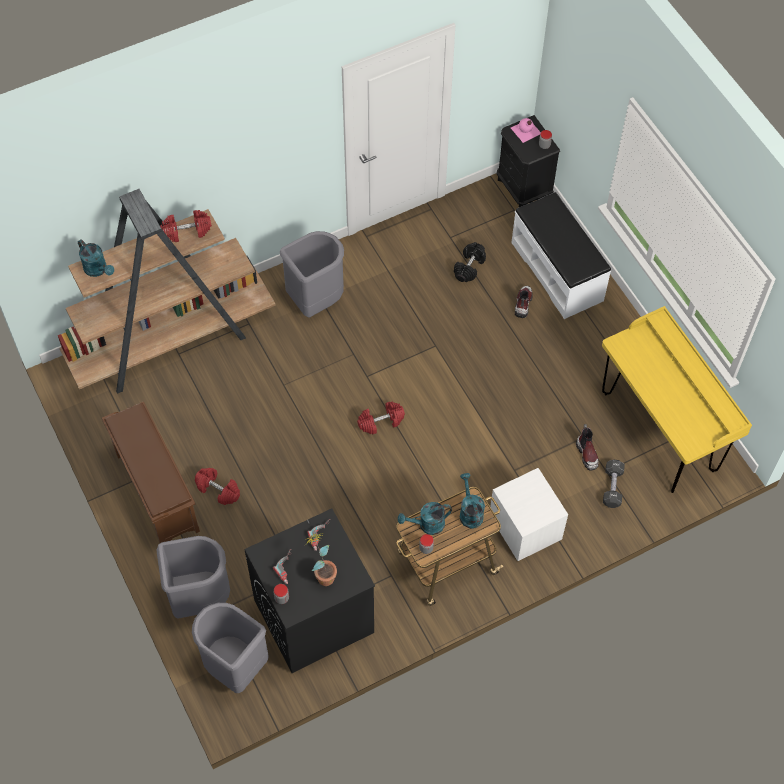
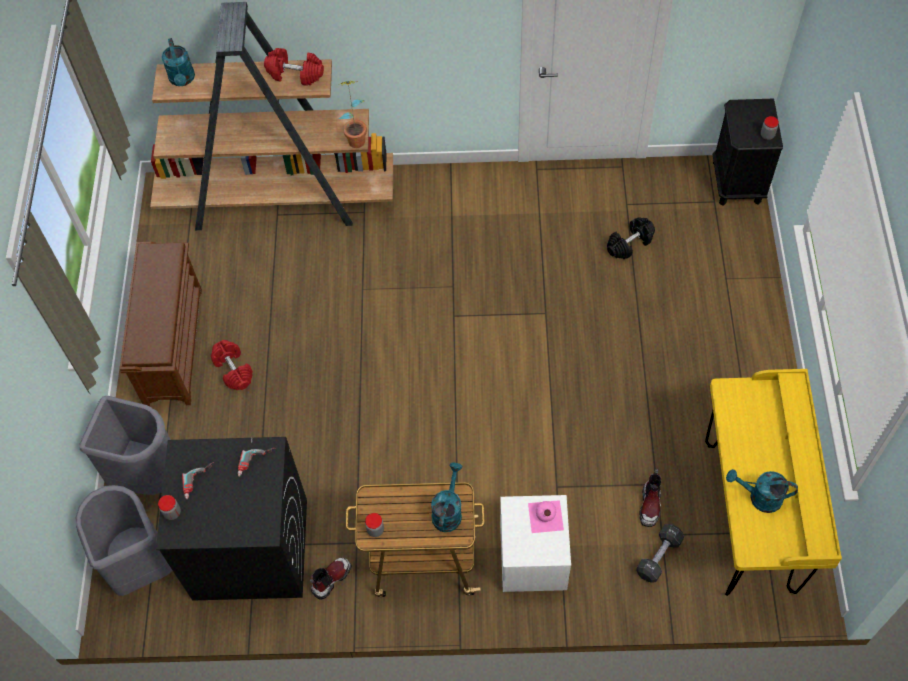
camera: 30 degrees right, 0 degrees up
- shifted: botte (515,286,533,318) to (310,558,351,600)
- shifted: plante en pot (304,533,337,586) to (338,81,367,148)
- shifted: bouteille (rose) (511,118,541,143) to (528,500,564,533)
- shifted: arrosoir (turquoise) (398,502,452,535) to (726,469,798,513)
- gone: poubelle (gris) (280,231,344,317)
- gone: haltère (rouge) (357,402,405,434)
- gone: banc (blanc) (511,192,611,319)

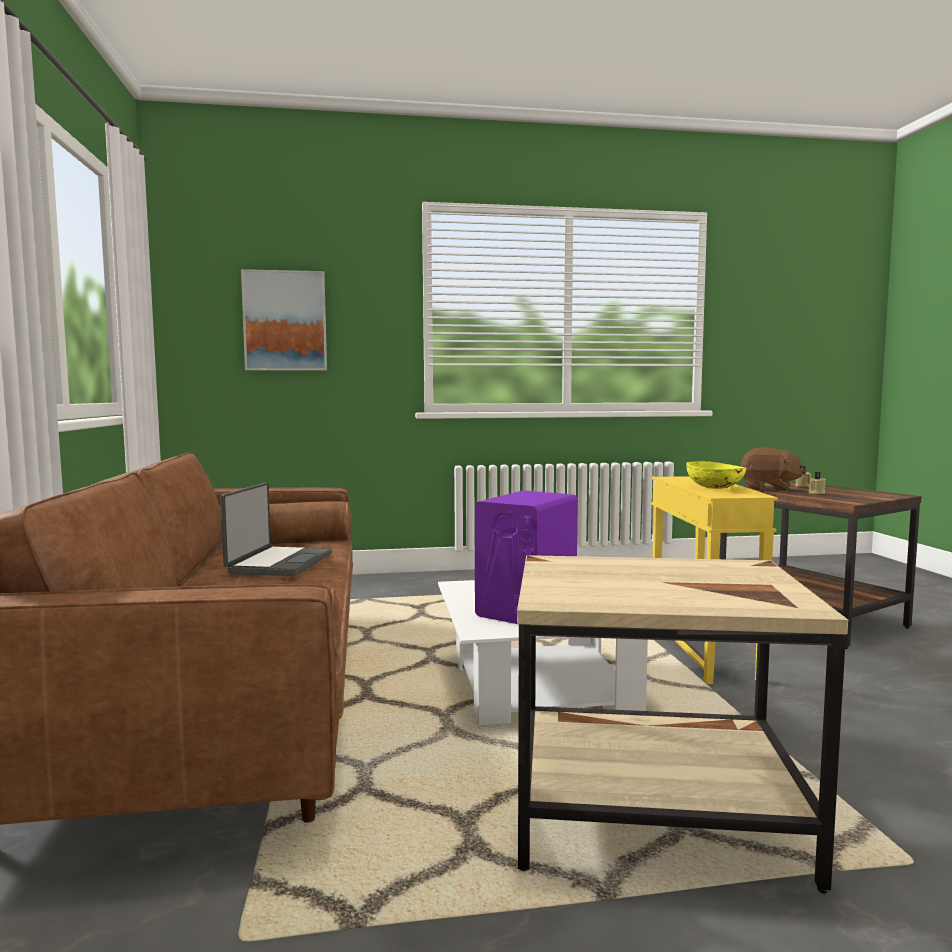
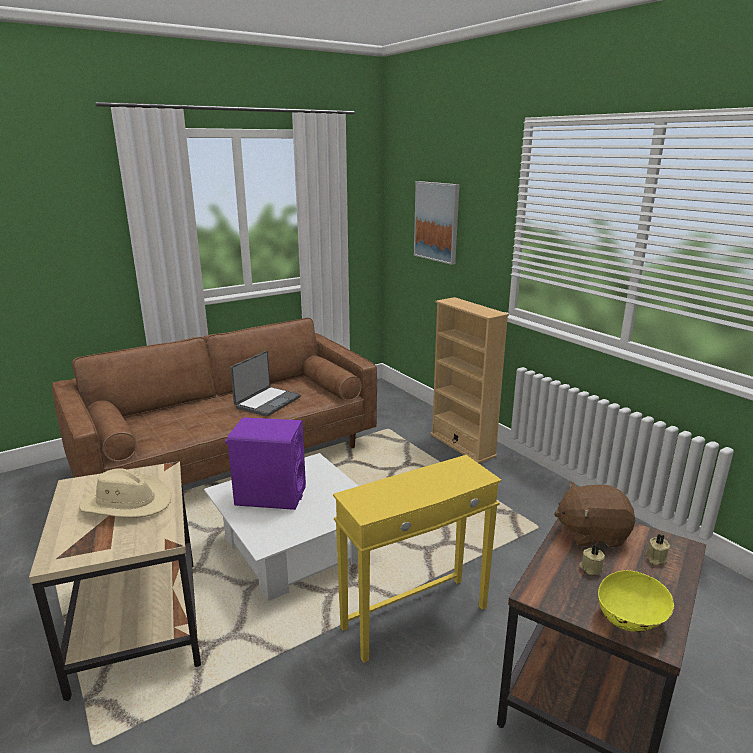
camera: 65 degrees right, 15 degrees up
- new: chapeau (beige) (79,468,172,518)
- rotated: ordinateur portable (220,483,332,576) = (230,351,301,417) 45 degrees counterclockwise
- new: bibliothèque (beige) (430,297,509,463)
- rotated: peluche (marron) (740,448,806,492) = (554,481,635,548) 90 degrees clockwise
- shifted: bol (jaune) (686,461,747,489) to (598,570,675,632)

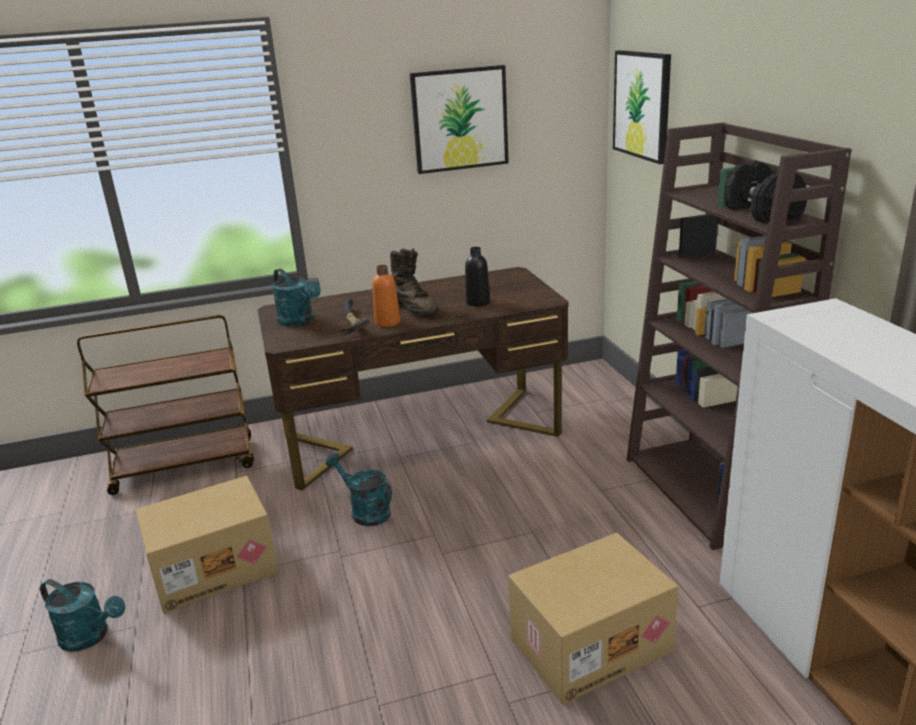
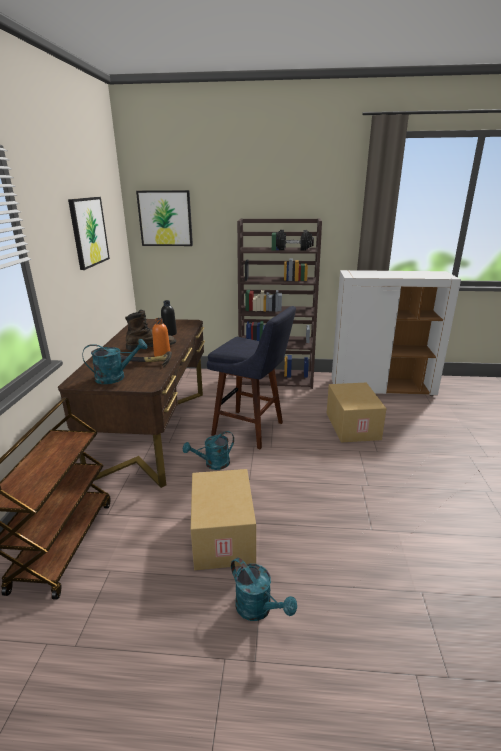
camera: 70 degrees left, 0 degrees up
- new: tabouret (bleu) (207,306,296,449)
- rotated: arrosoir (turquoise) (40,579,125,652) = (231,557,297,621) 90 degrees clockwise

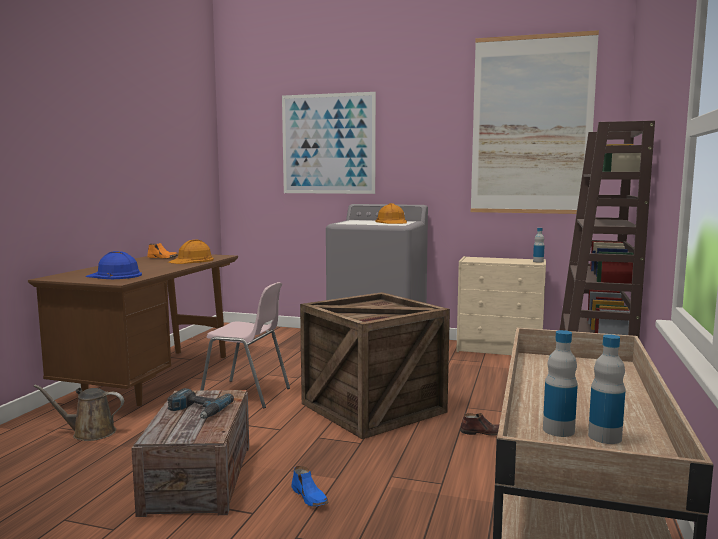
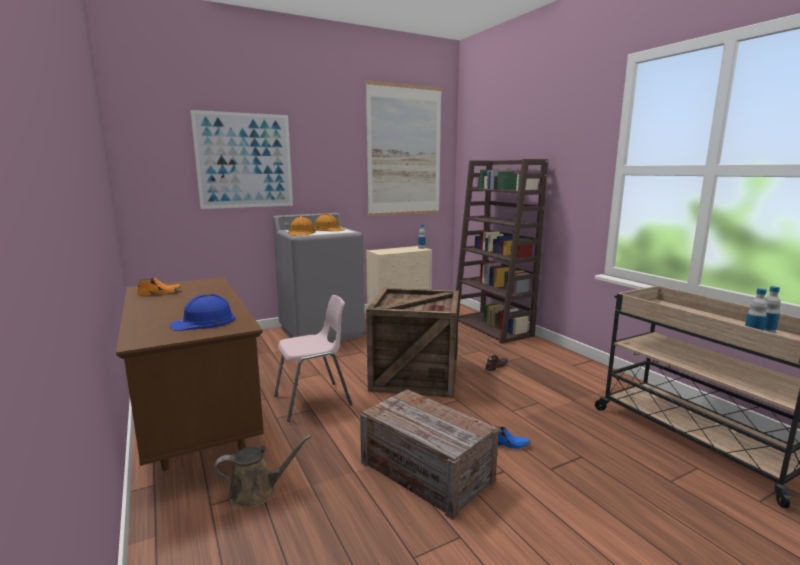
camera: 45 degrees left, 5 degrees up
- rotated: arrosoir (marron) (33,385,124,441) = (214,435,311,508) 150 degrees counterclockwise
- shifted: casque de chantier (orange) (168,239,214,264) to (288,216,316,235)
- gone: perceuse (167,388,234,419)

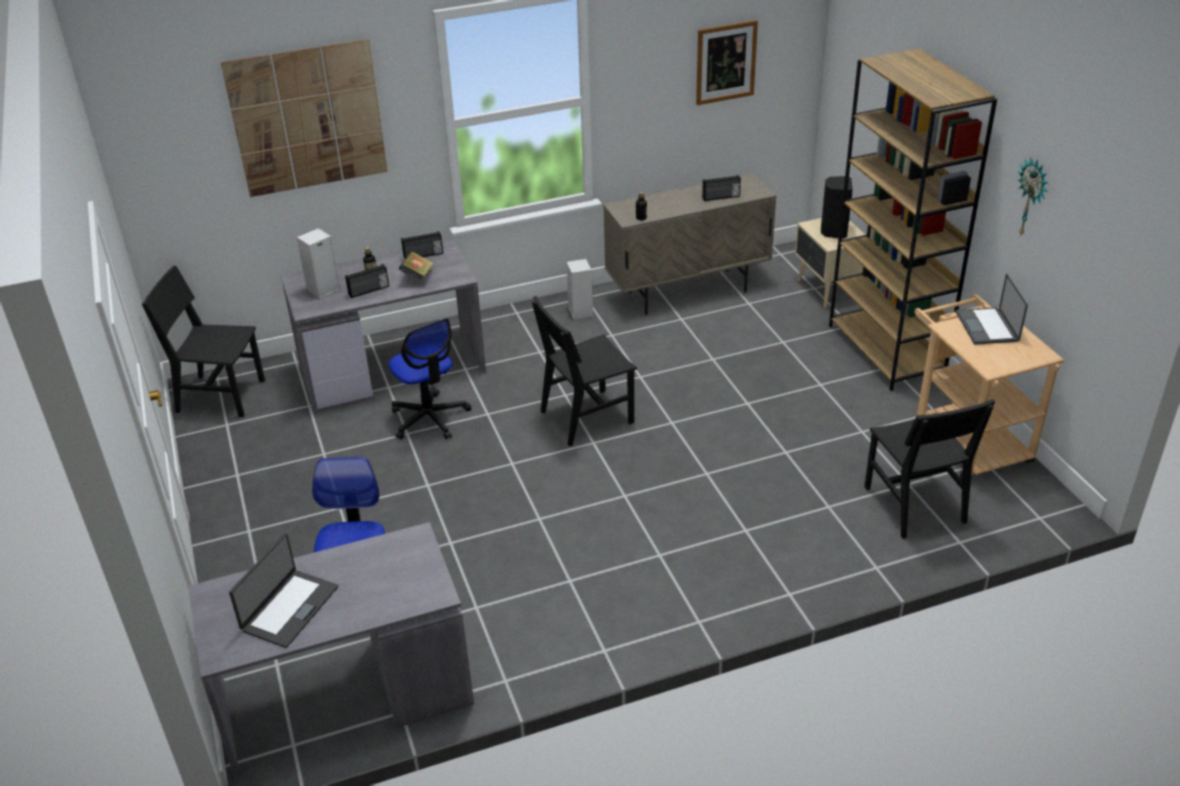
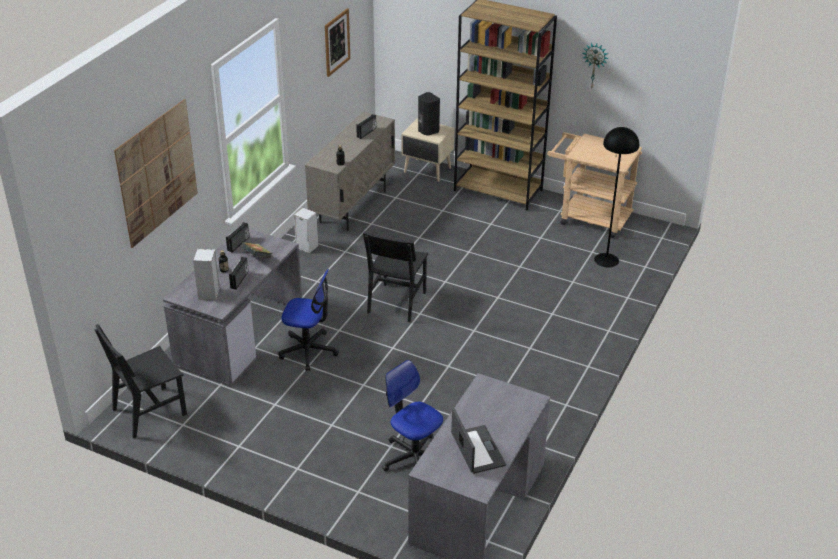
camera: 45 degrees left, 0 degrees up
- swapped: chaise (noir) (864,399,995,539) to lampadaire (noir) (594,127,639,268)
- gone: ordinateur portable (956,273,1028,345)

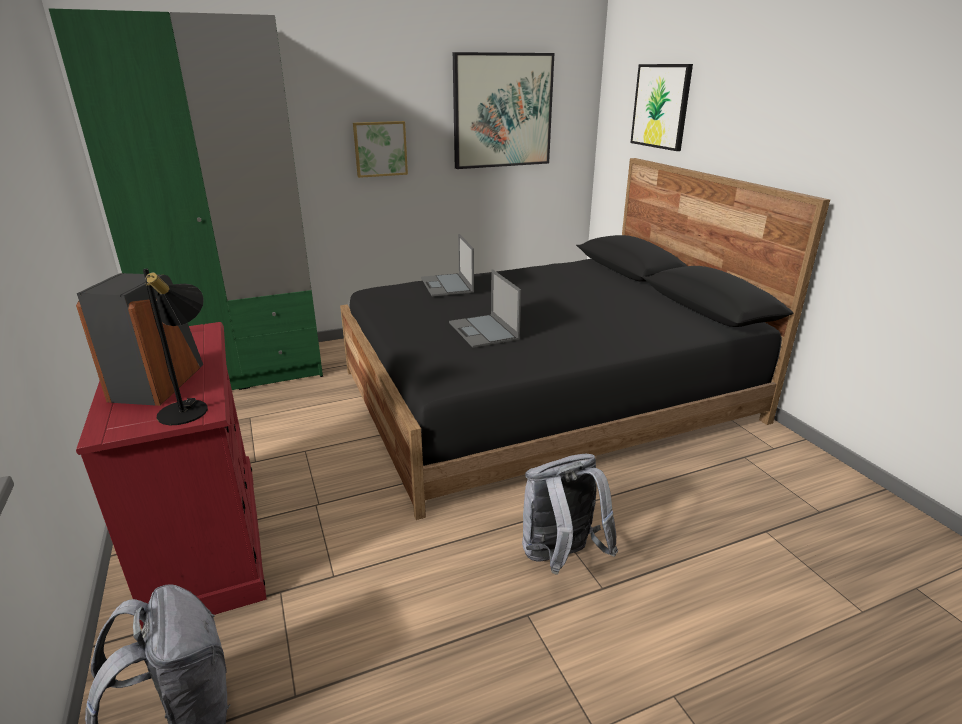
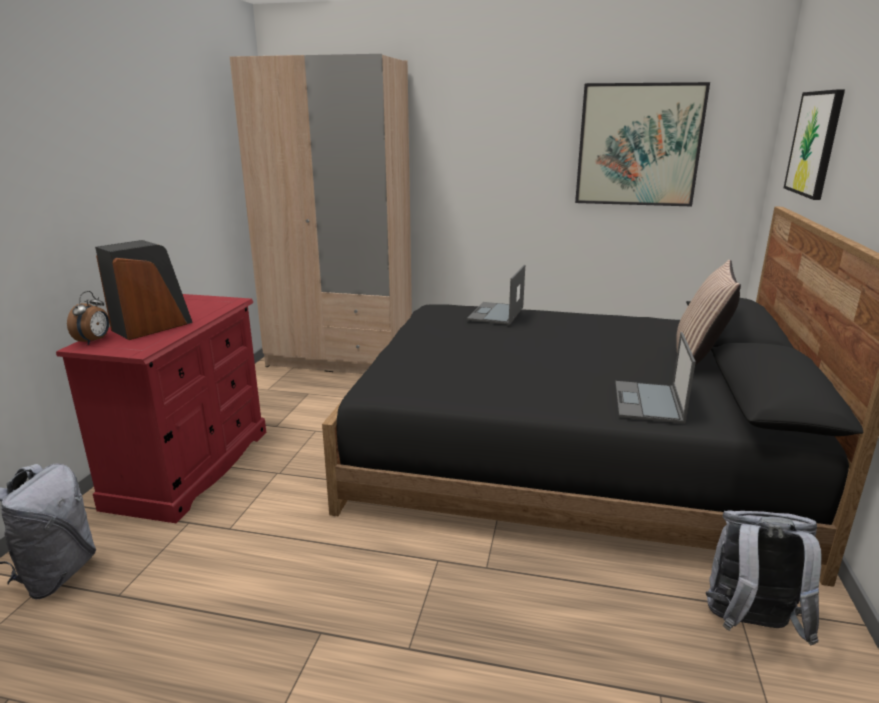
camera: 35 degrees right, 5 degrees down
- new: réveil (67,291,109,345)
- repainted: armoire (vert) (49,8,323,390) to armoire (beige) (230,54,412,374)
- shifted: ordinateur portable (449,270,521,348) to (615,332,696,423)
- new: coussin (677,260,741,365)
- shifted: sac à dos (gris) (522,454,618,575) to (706,510,821,645)
- gone: lampe de table (noir) (143,269,208,425)
- gone: tableau (353,121,408,178)

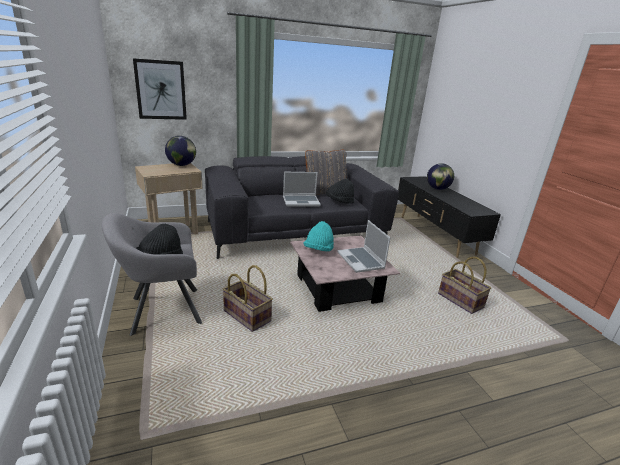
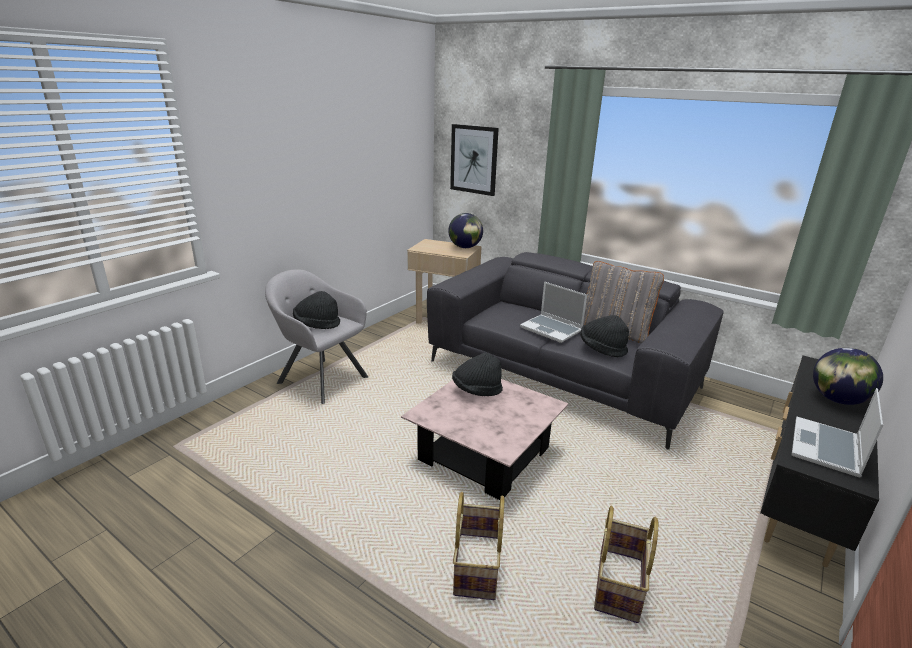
camera: 55 degrees right, 0 degrees up
- repainted: chapeau (turquoise) (304,221,334,251) to chapeau (noir) (452,353,503,396)
- shifted: panier (222,265,273,332) to (453,492,504,600)
- shifted: ordinateur portable (337,220,390,273) to (792,388,883,477)

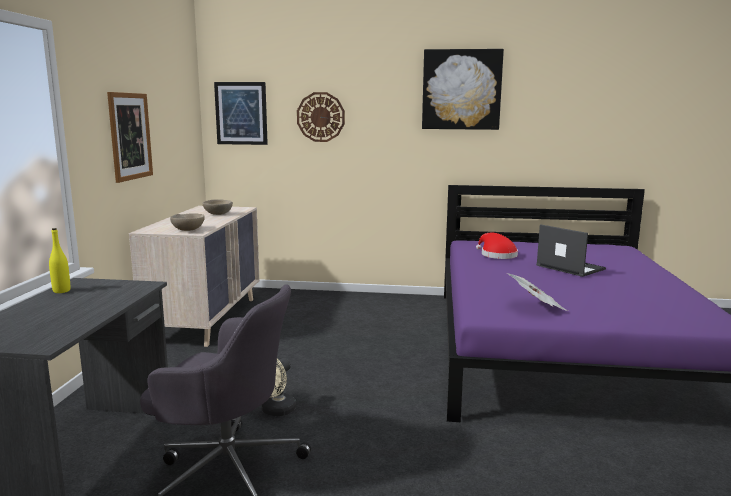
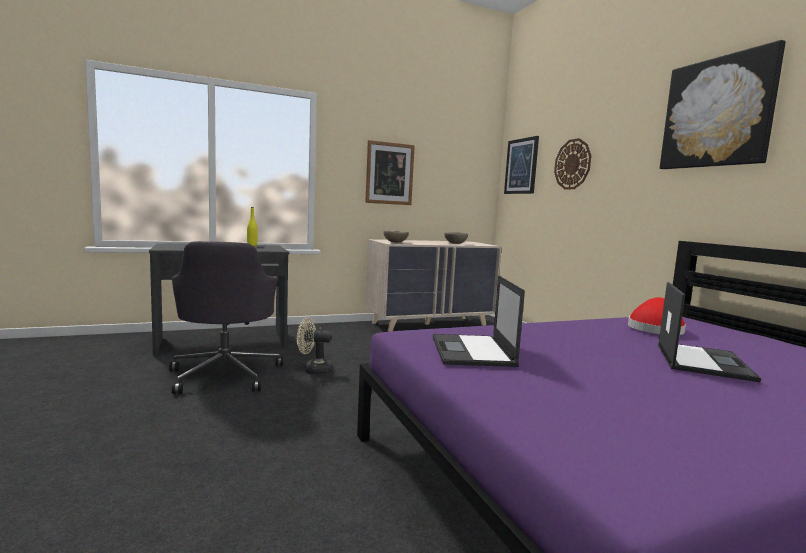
camera: 60 degrees right, 5 degrees down
- swapped: journal (507,273,568,311) to ordinateur portable (433,275,525,367)

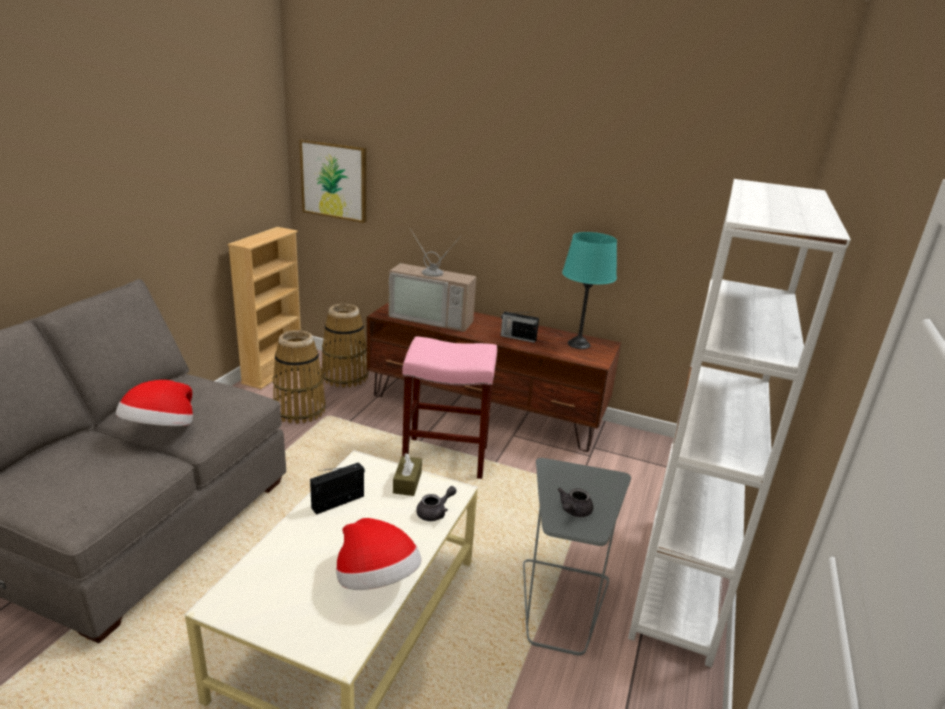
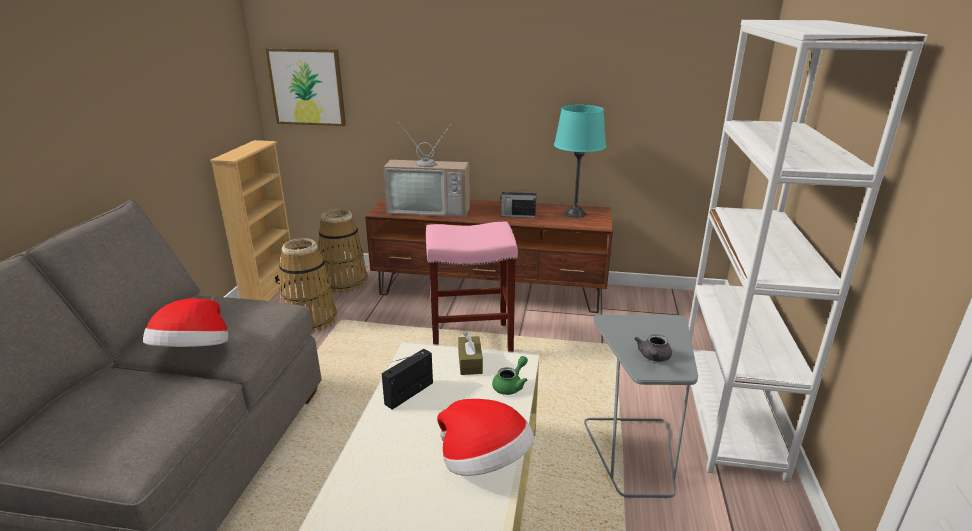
camera: 10 degrees left, 0 degrees up
- repainted: théière (gris) (416,486,457,521) to théière (vert) (492,356,528,395)

